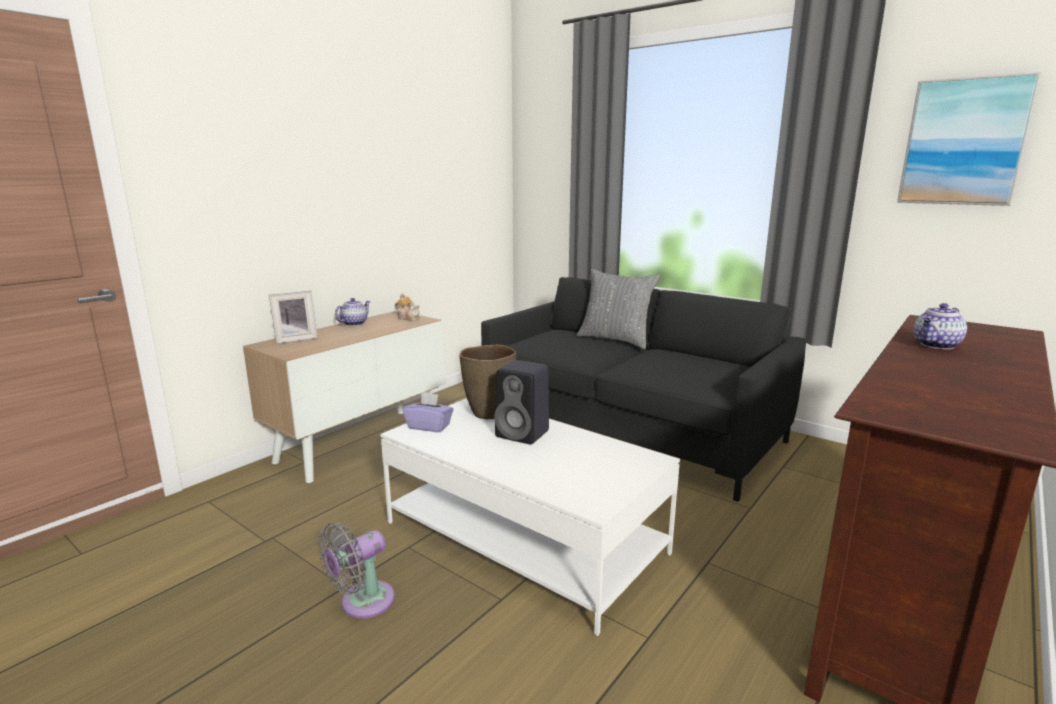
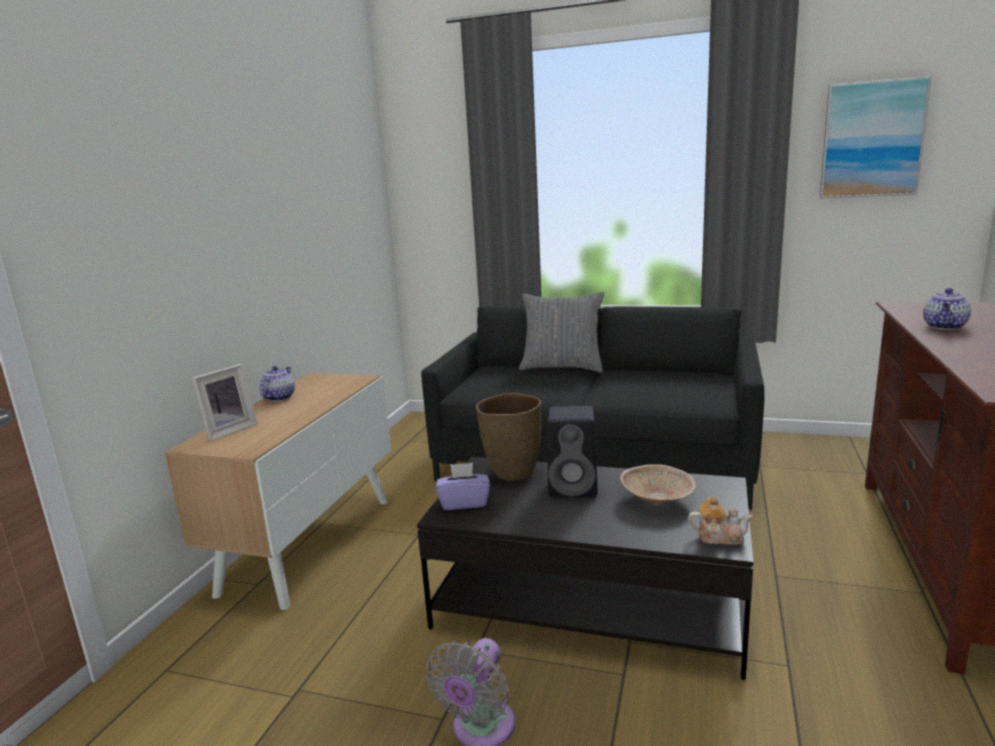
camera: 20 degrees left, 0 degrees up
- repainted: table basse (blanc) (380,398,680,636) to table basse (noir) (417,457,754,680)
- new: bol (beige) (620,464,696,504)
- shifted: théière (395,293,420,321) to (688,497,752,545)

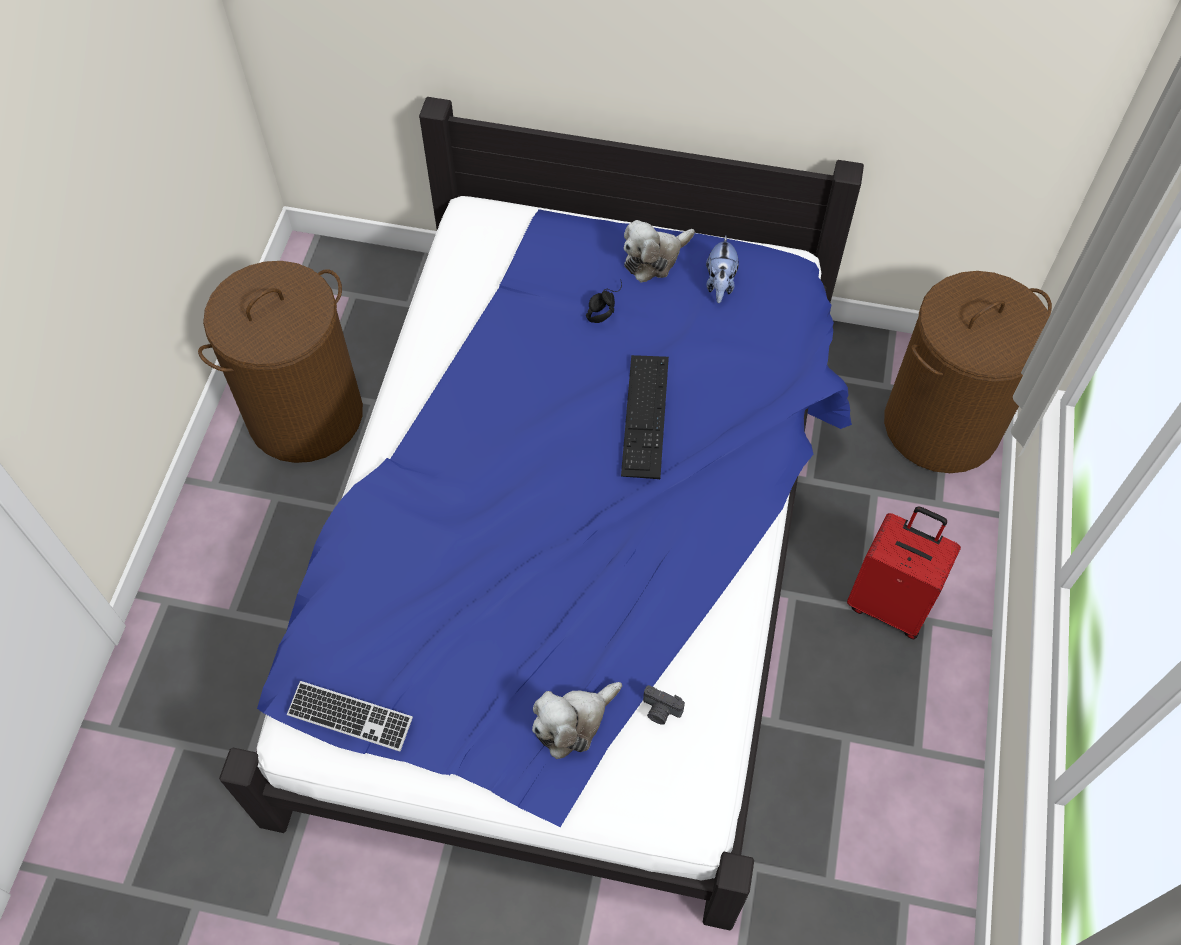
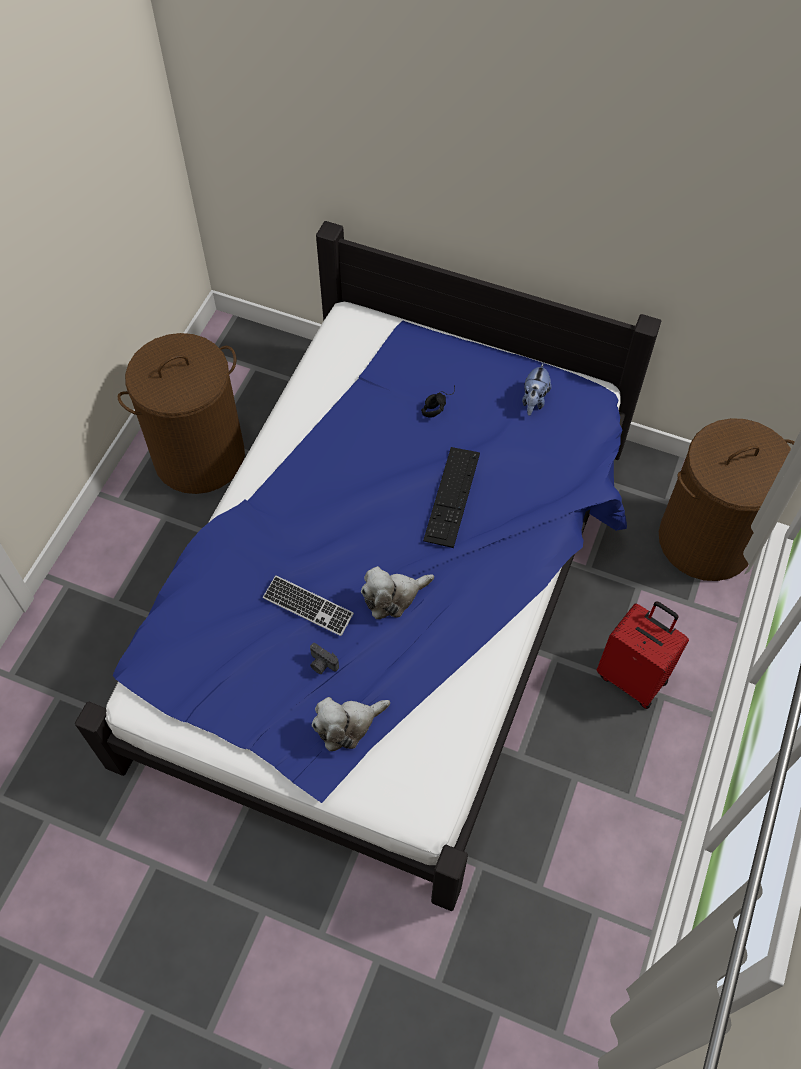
camera: 10 degrees right, 0 degrees up
- shifted: clavier (287,681,413,752) to (263,575,354,636)
- shifted: appareil photo (643,685,685,725) to (310,643,339,674)
- shifted: peluche (624,220,695,282) to (361,566,434,619)

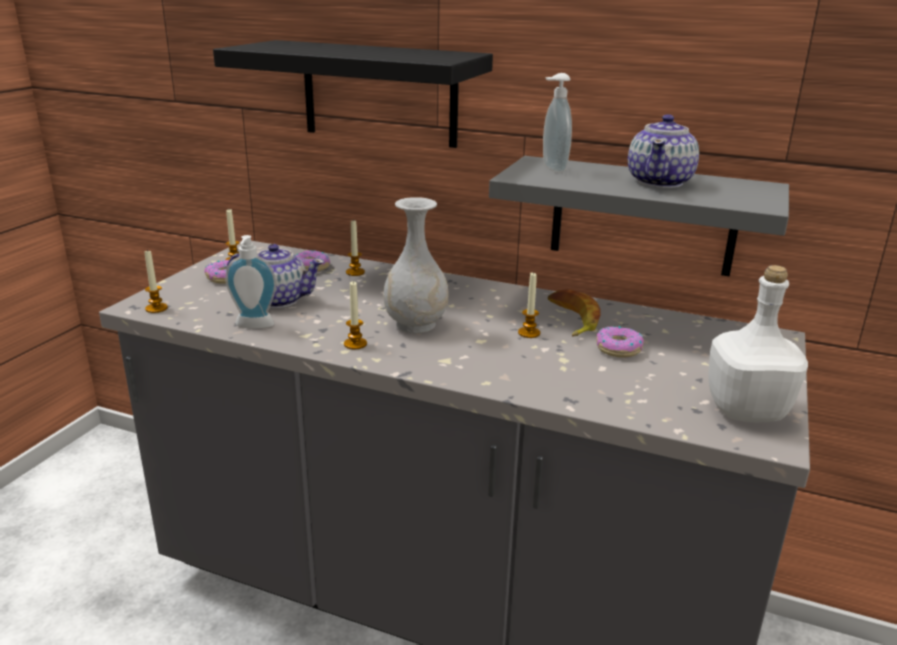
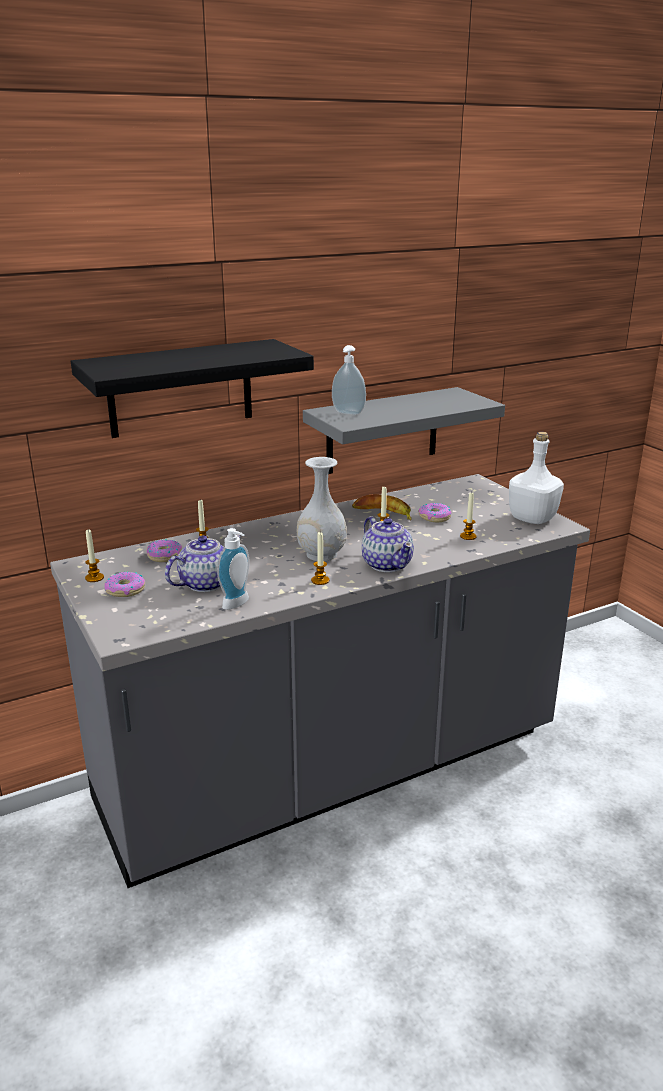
camera: 50 degrees left, 0 degrees up
- shifted: théière (628,114,699,188) to (362,516,414,572)
- shifted: bougie (144,249,168,313) to (460,492,477,540)

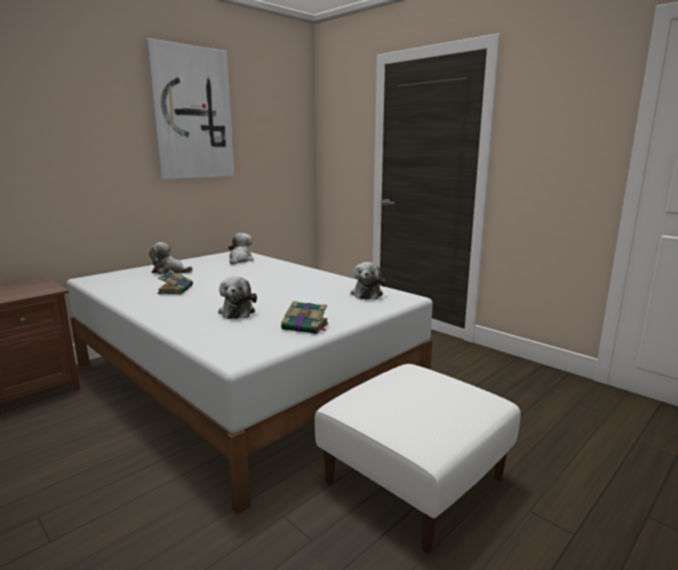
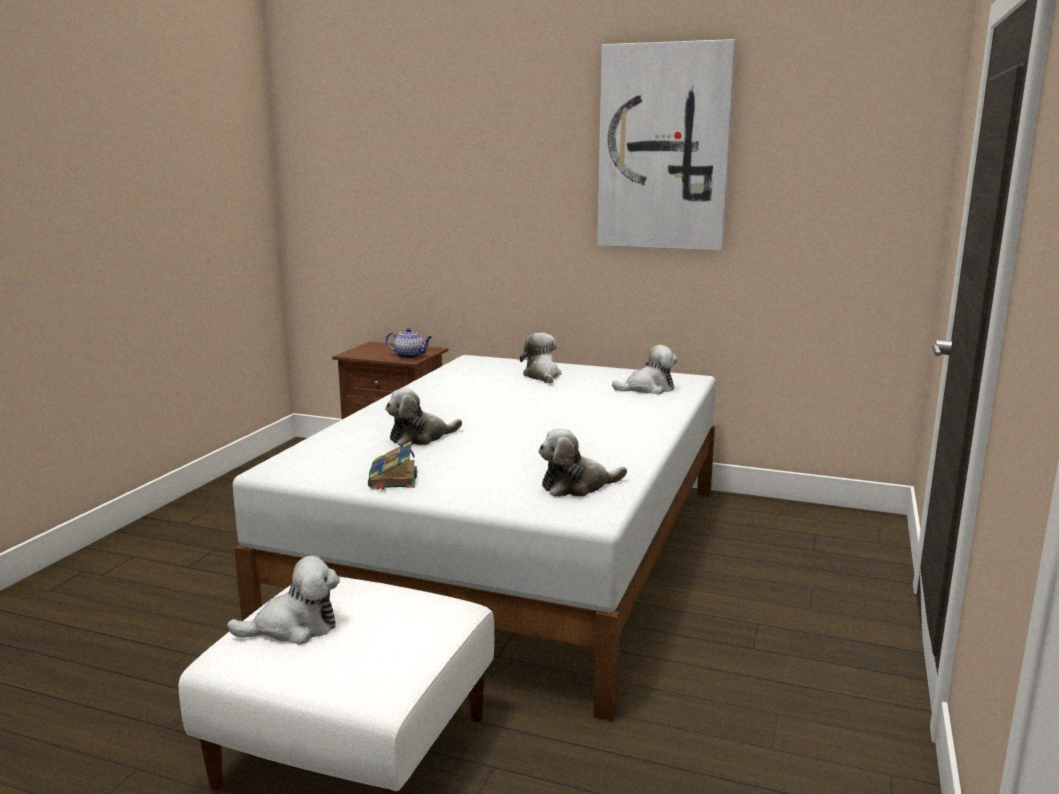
camera: 65 degrees right, 0 degrees up
- new: peluche (227,555,340,645)
- new: théière (386,328,432,359)
- gone: livre (157,270,193,294)

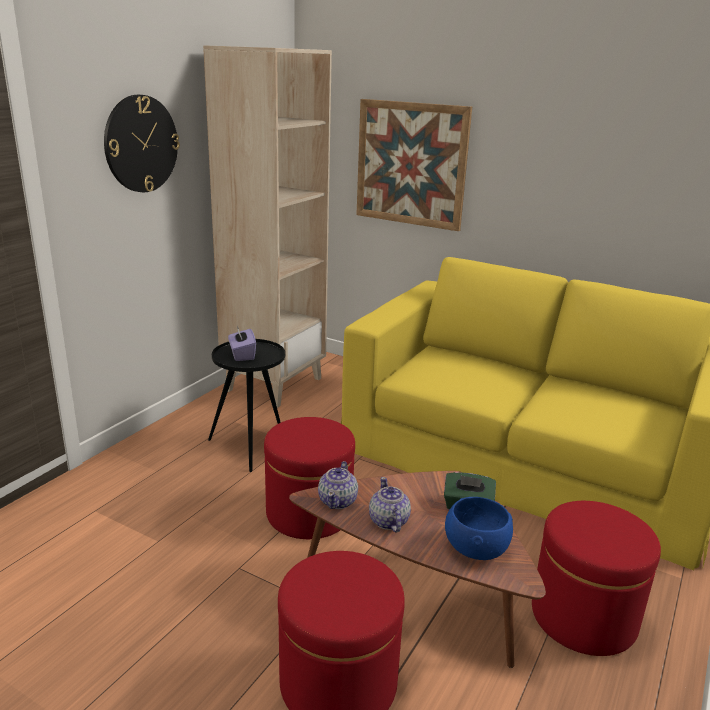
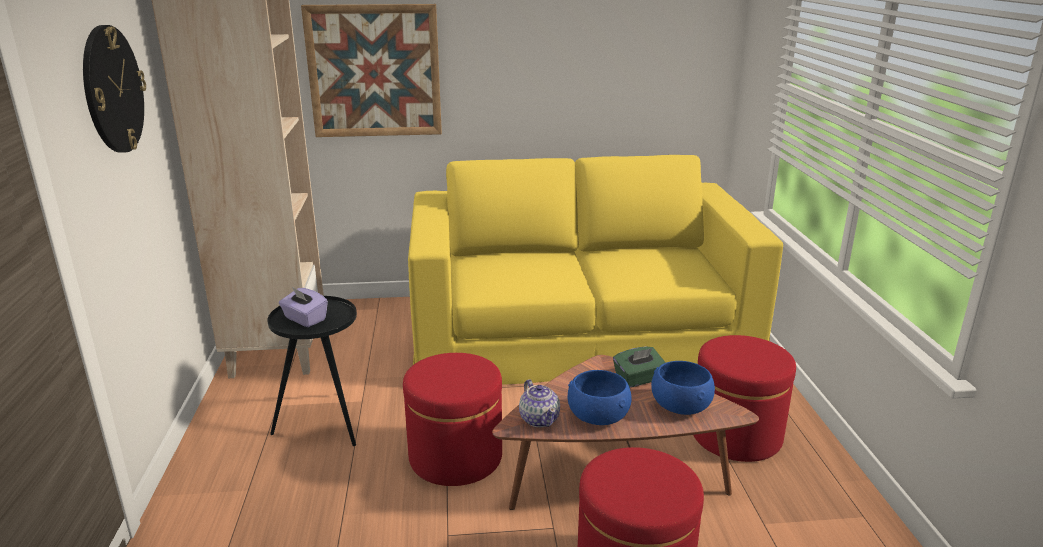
camera: 35 degrees left, 0 degrees up
- swapped: théière (369,477,411,533) to bol (bleu) (568,370,632,425)

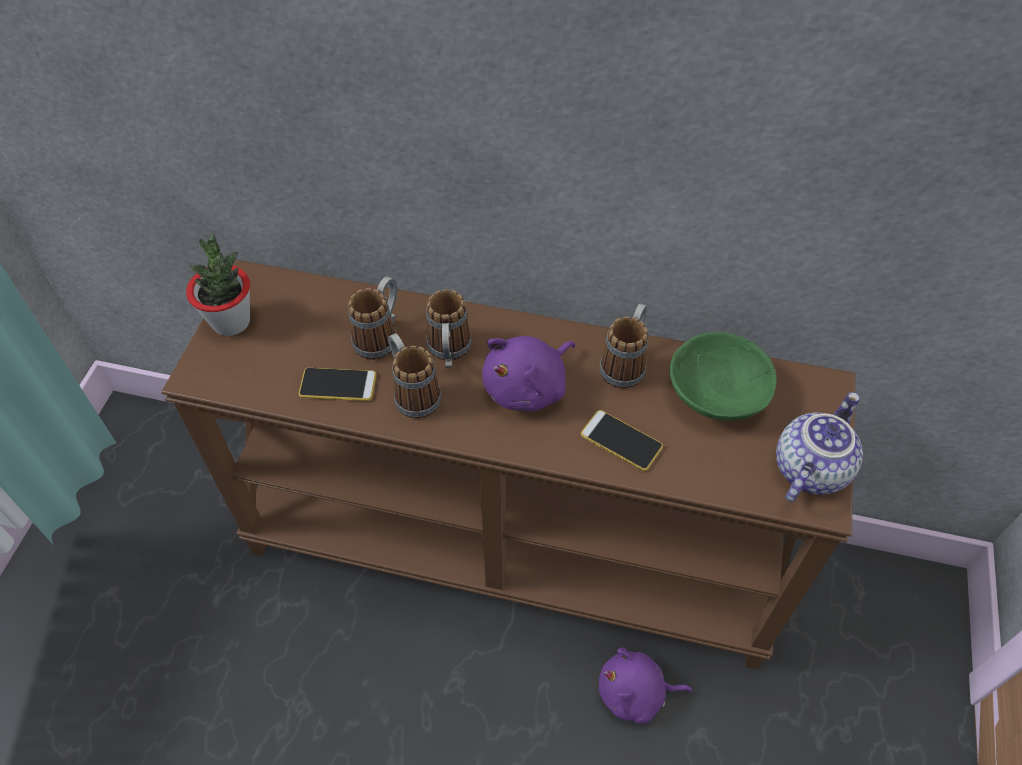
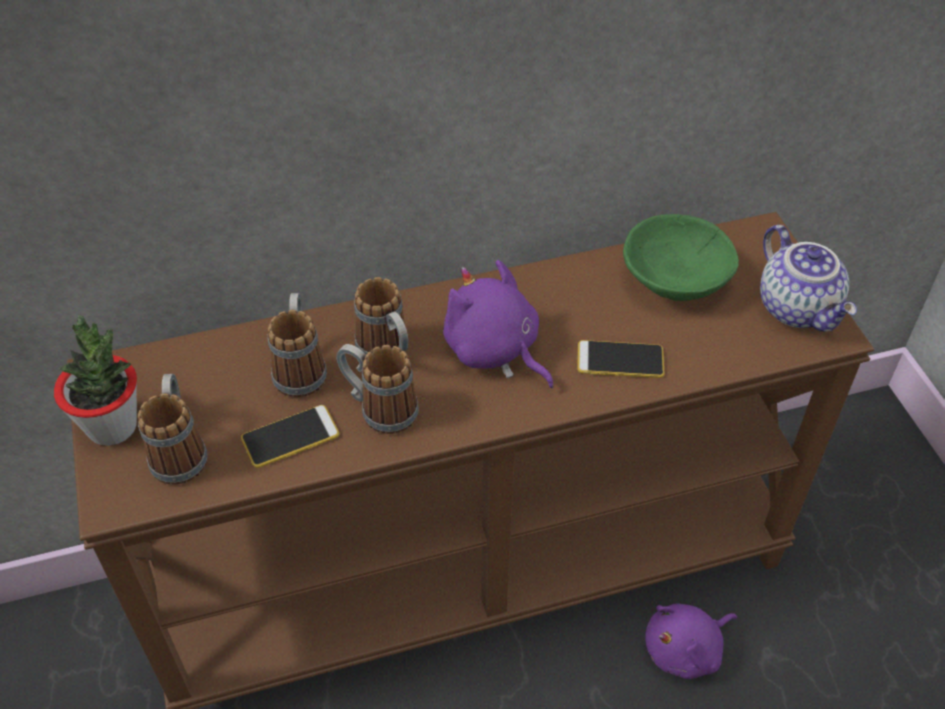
camera: 30 degrees left, 5 degrees down
- shifted: mug (600,303,648,389) to (138,374,208,485)
- rotated: peluche (violet) (482,336,576,412) = (443,260,553,388) 120 degrees clockwise
- rotated: théière (776,392,863,502) = (760,225,857,331) 150 degrees clockwise

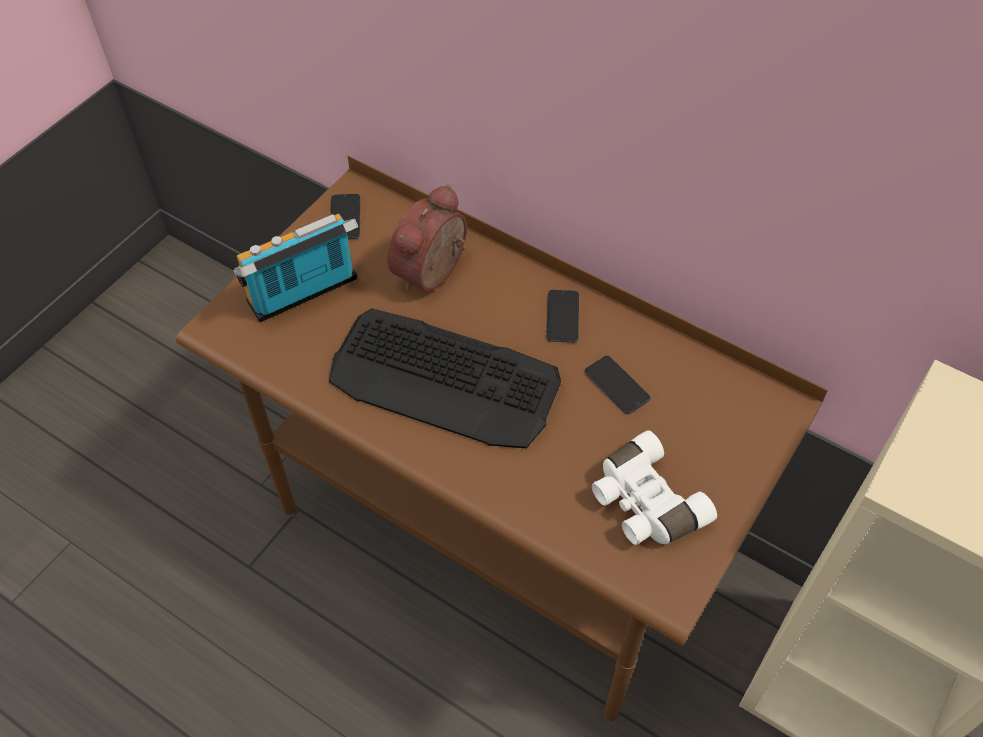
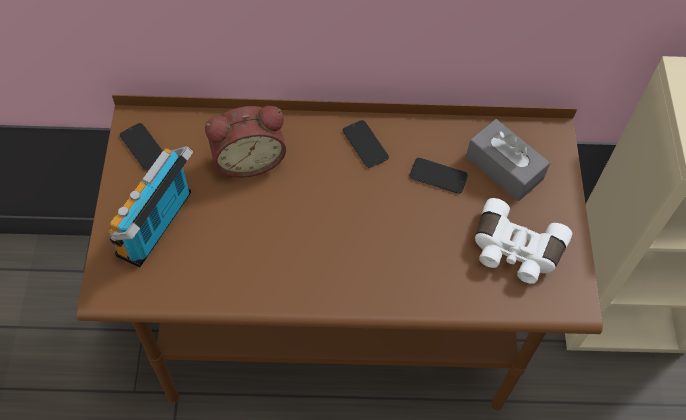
camera: 35 degrees left, 5 degrees up
- rotated: réveil (387,184,467,292) = (205,106,286,178) 105 degrees counterclockwise
- new: boîte à mouchoirs (gris) (466,119,550,201)
- gone: clavier (329,308,561,448)

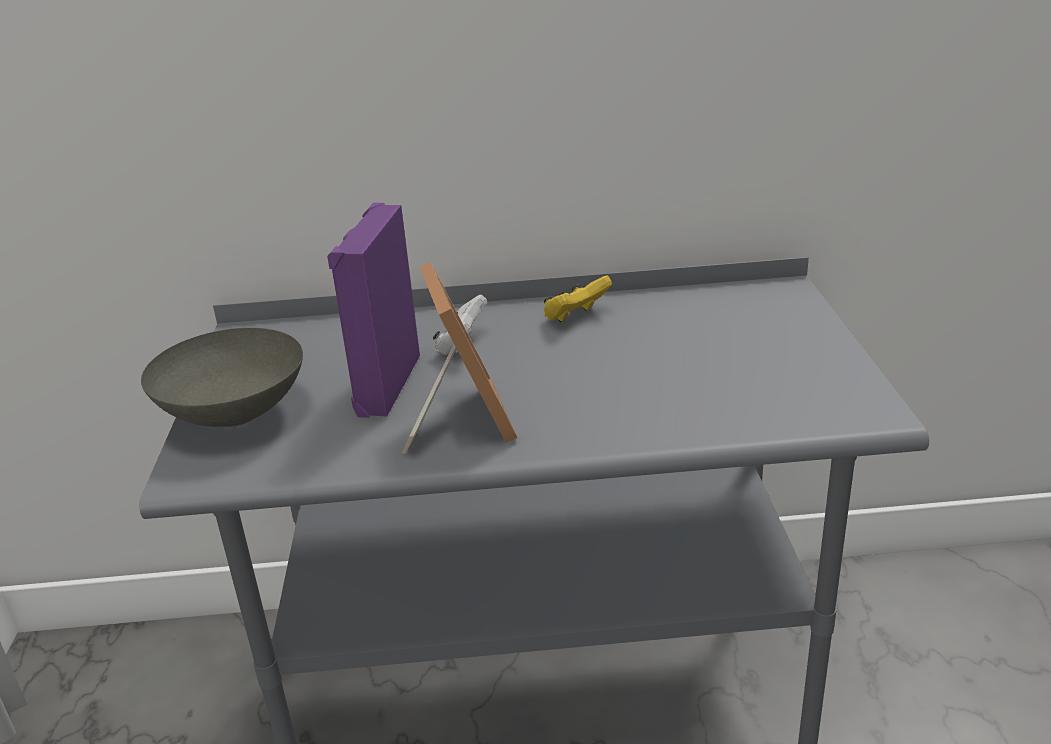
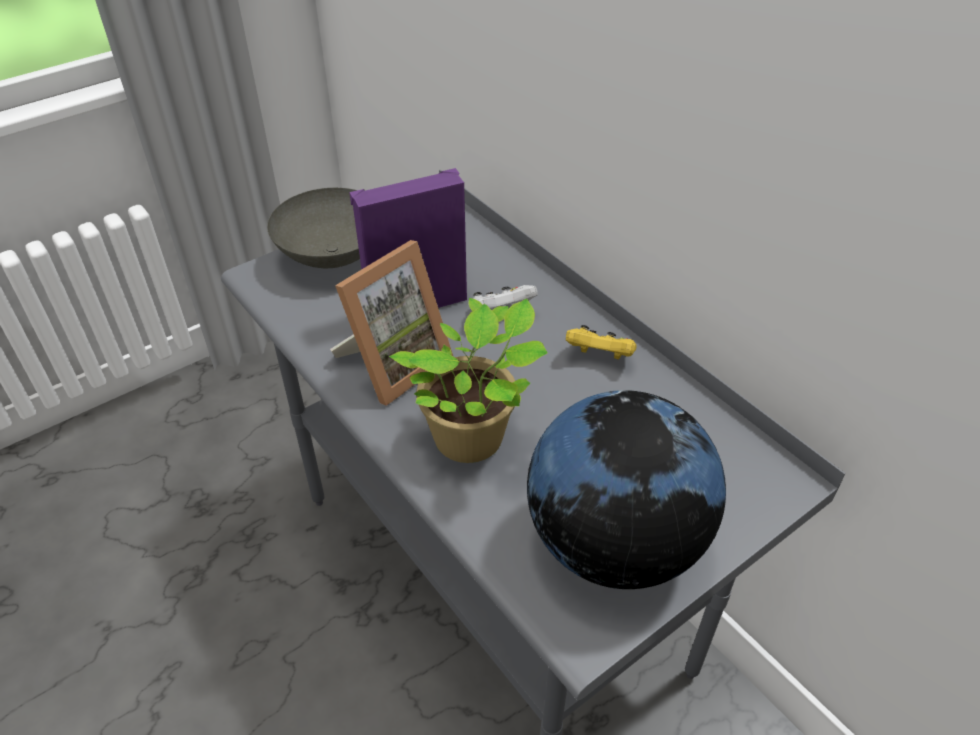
camera: 55 degrees right, 15 degrees up
- new: plante en pot (389,298,547,463)
- new: globe (527,390,726,589)

